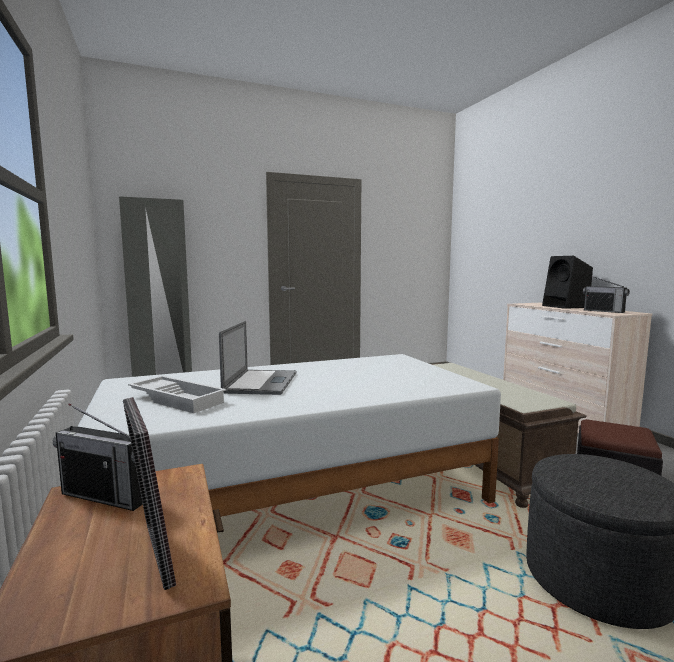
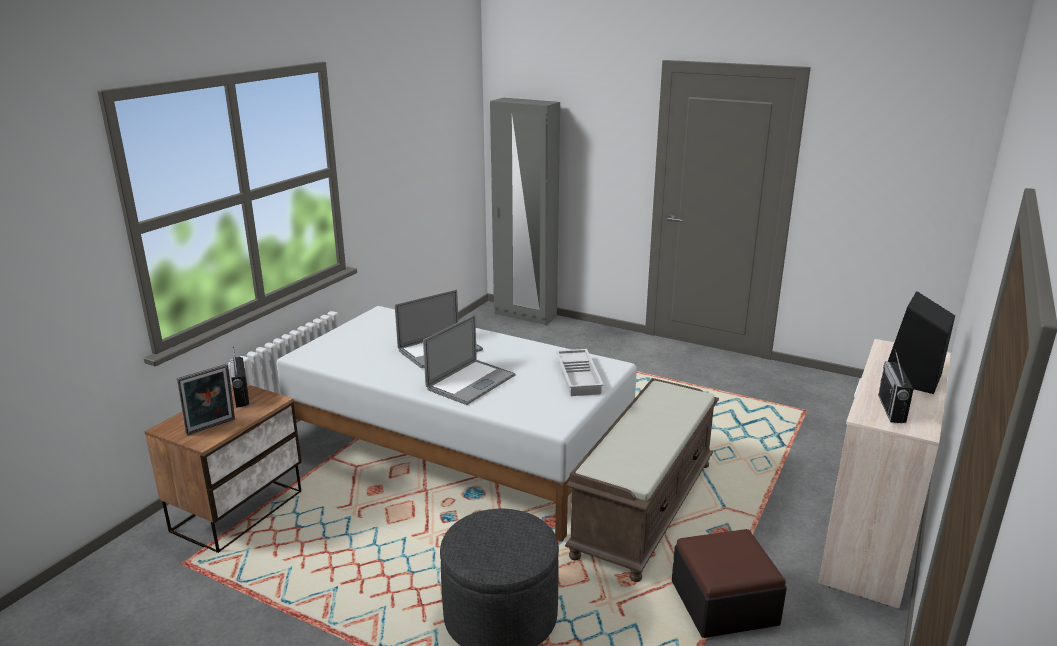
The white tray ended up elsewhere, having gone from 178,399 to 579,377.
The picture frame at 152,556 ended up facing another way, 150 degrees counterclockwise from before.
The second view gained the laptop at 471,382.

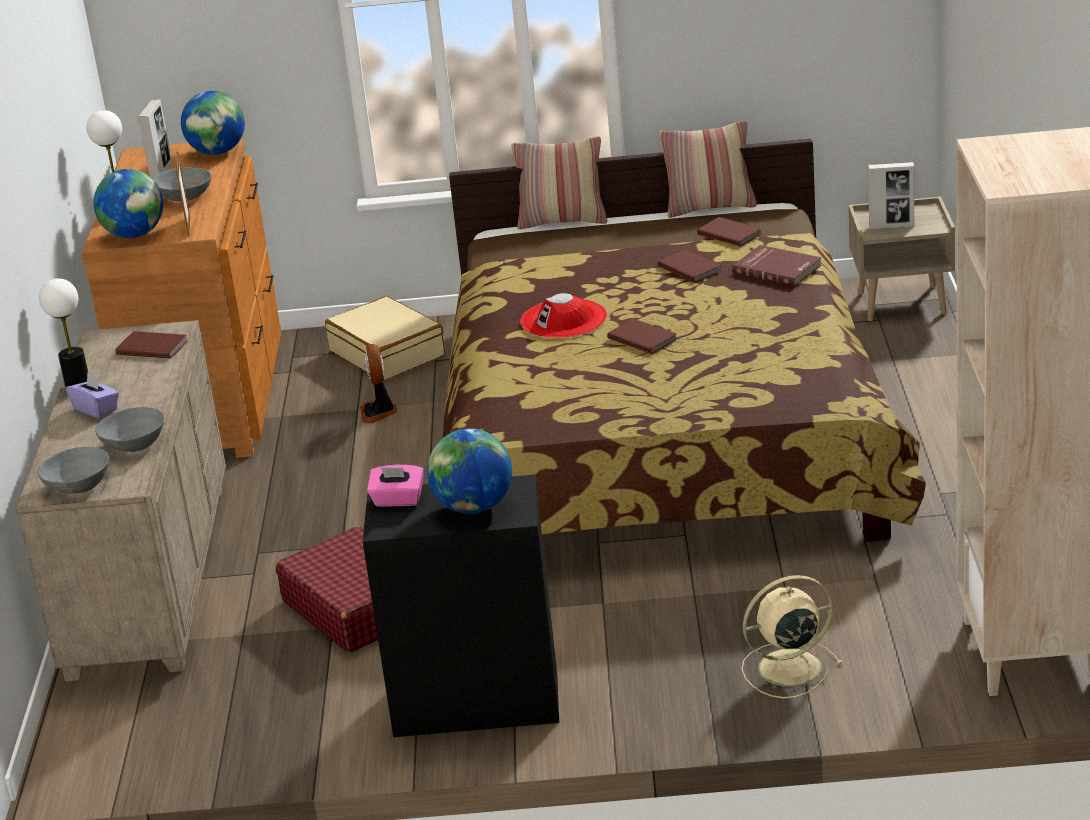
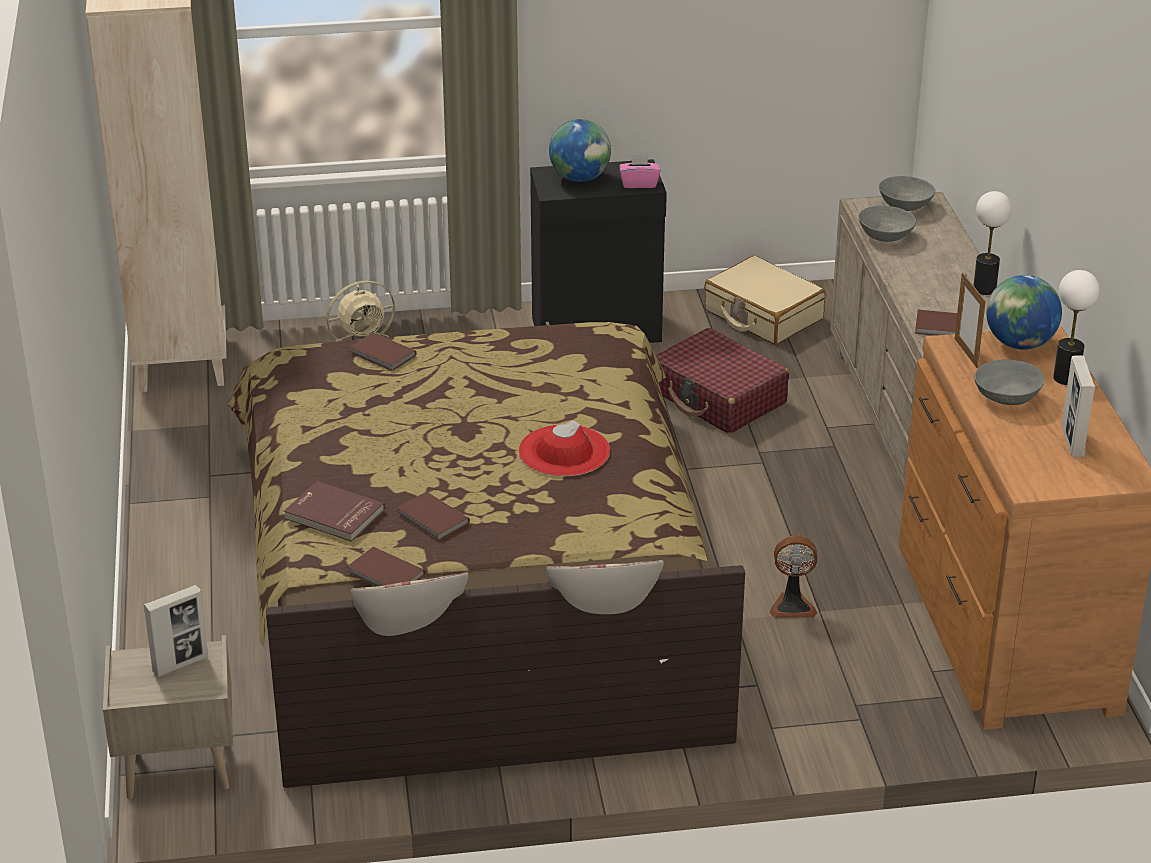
The second view lost the globe at 218,152.
The picture frame at 891,226 ended up facing another way, 150 degrees clockwise from before.
The beige suitcase ended up elsewhere, having gone from 388,353 to 763,315.
The brown book ended up elsewhere, having gone from 642,338 to 382,355.
The fan at 379,412 ended up facing another way, 105 degrees clockwise from before.
The second view lost the purple tissue box at 96,409.

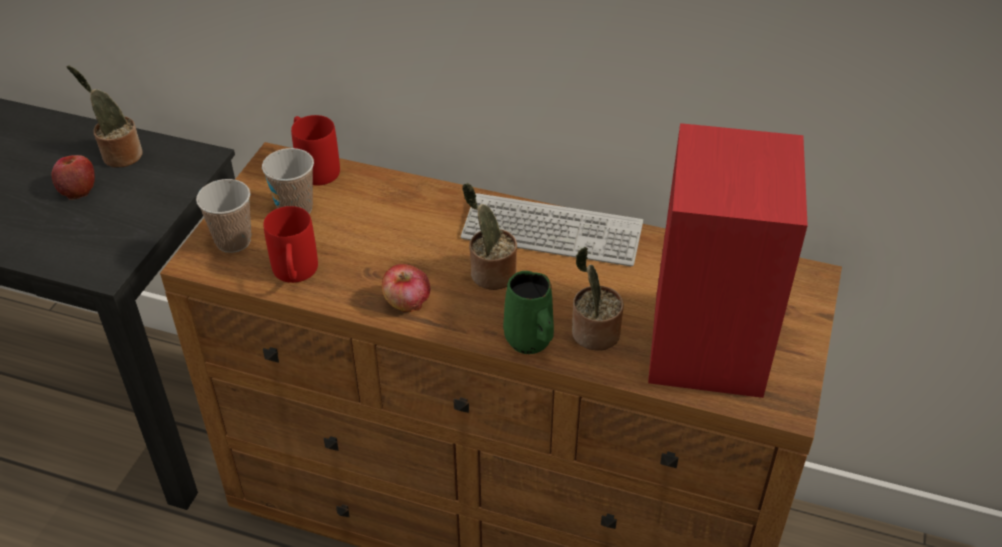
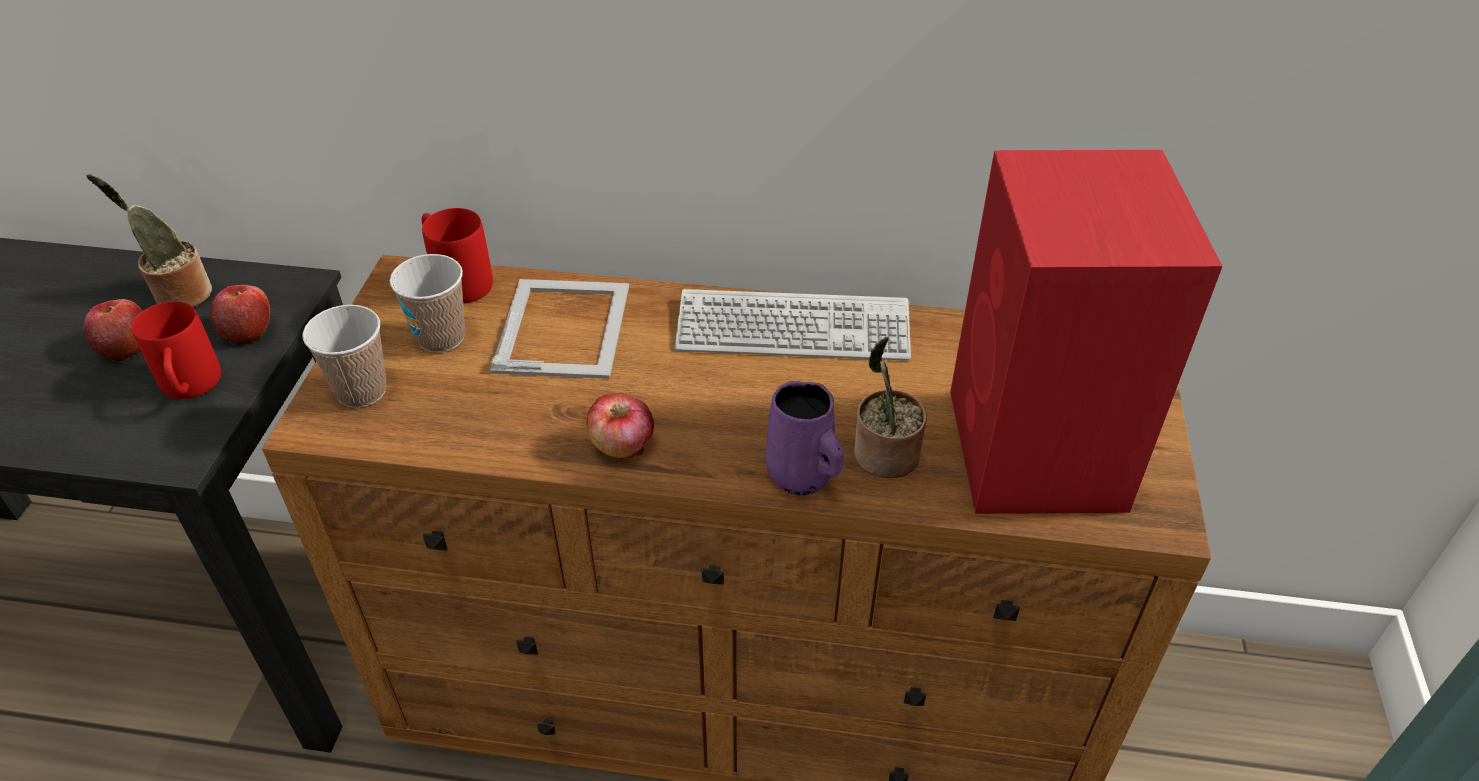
The second view lost the potted plant at 490,275.
The red mug ended up elsewhere, having gone from 295,275 to 191,389.
What was the green mug at 530,341 turned into the purple mug at 802,477.
The second view gained the picture frame at 564,326.
The second view gained the apple at 248,330.

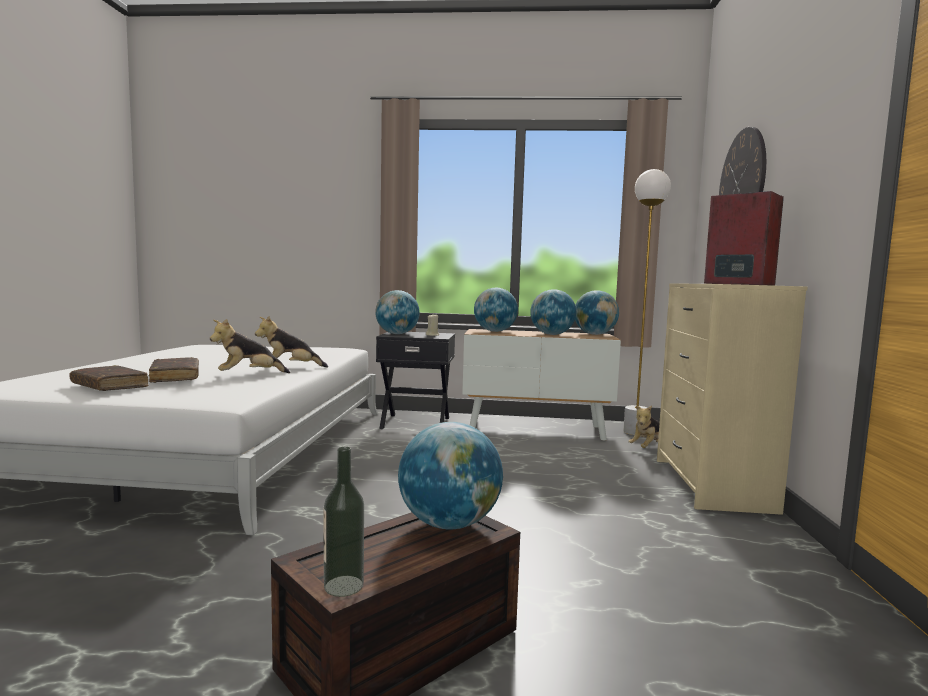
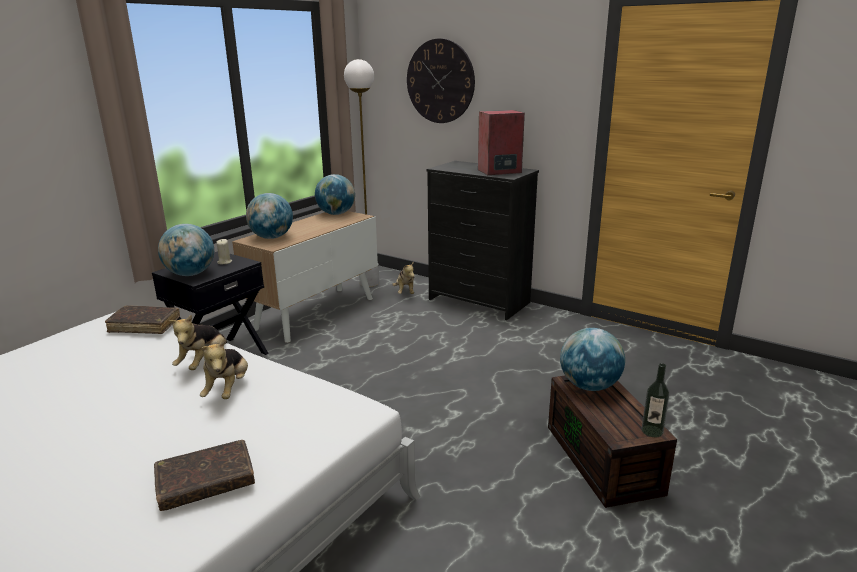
What was the beige dresser at 710,484 turned into the black dresser at 478,301.
The second view lost the globe at 552,334.
The brown book ended up elsewhere, having gone from 175,377 to 144,325.

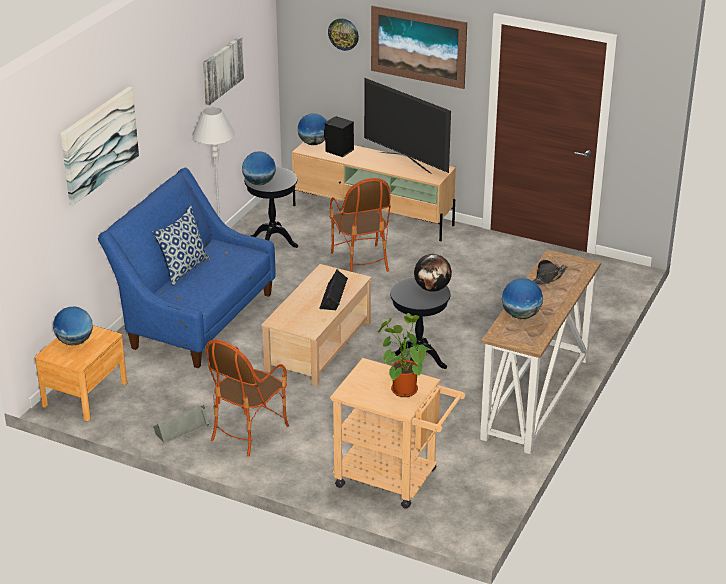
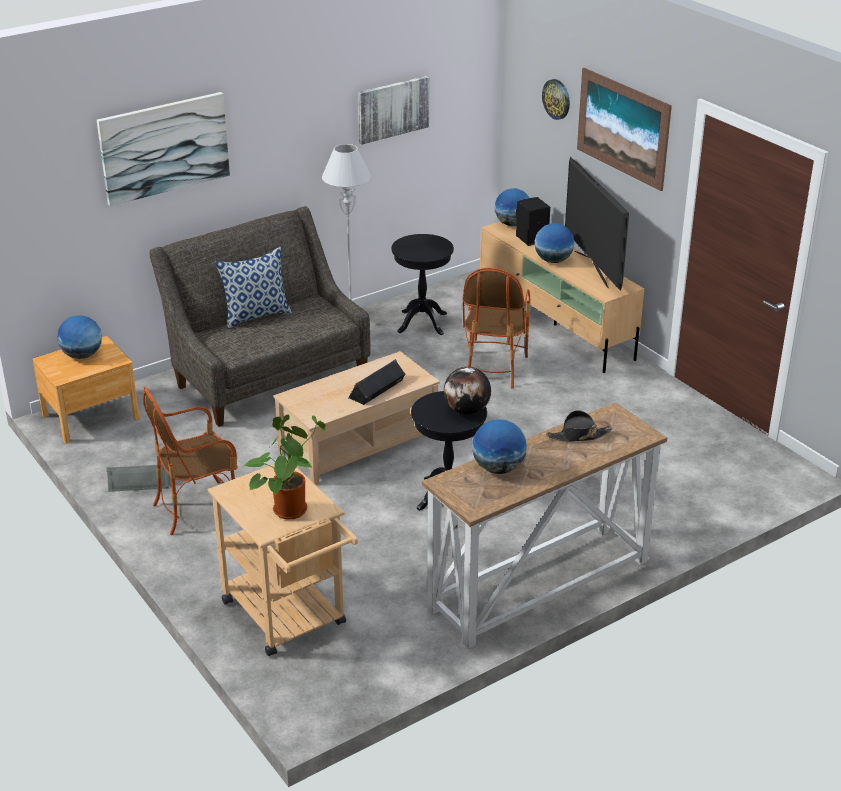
The globe ended up elsewhere, having gone from 259,183 to 553,260.
What was the blue sofa at 195,318 turned into the grey sofa at 267,376.

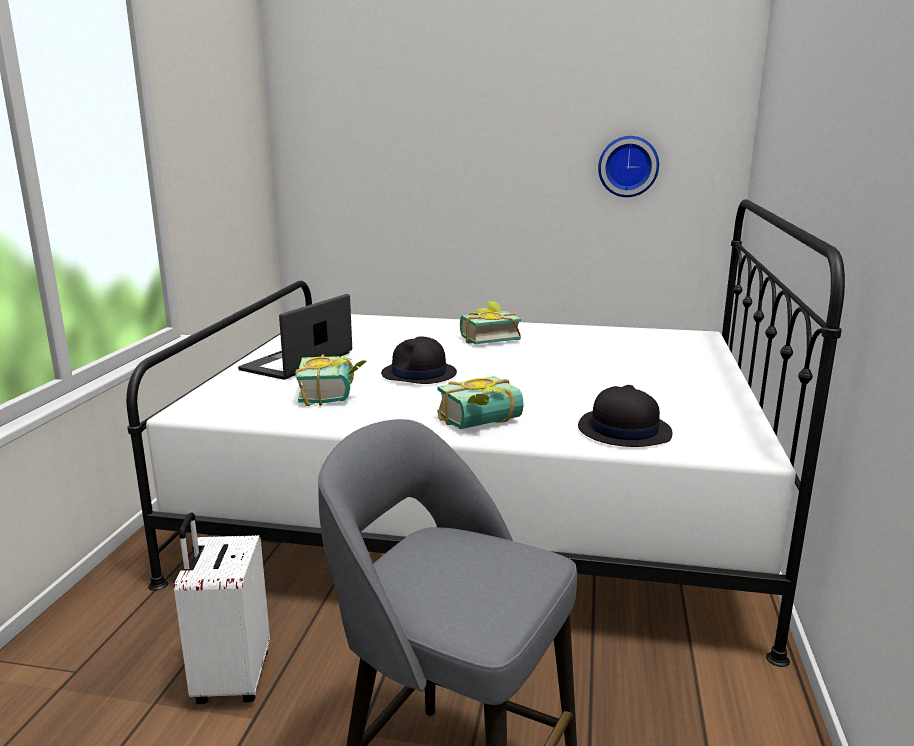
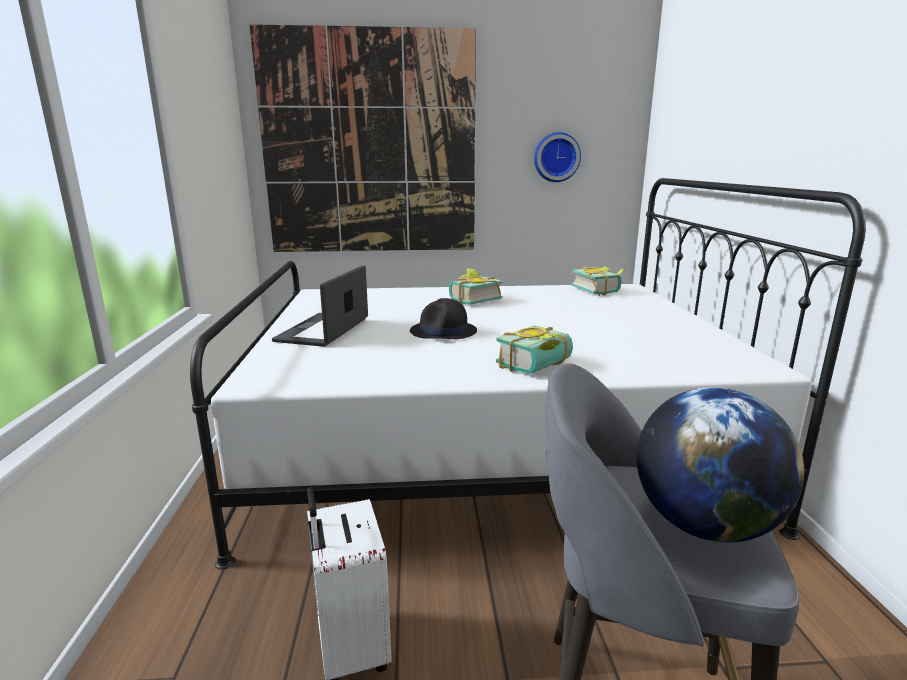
The book ended up elsewhere, having gone from 334,395 to 599,290.
The second view lost the black hat at 623,430.
The second view gained the picture at 370,145.
The second view gained the globe at 704,525.

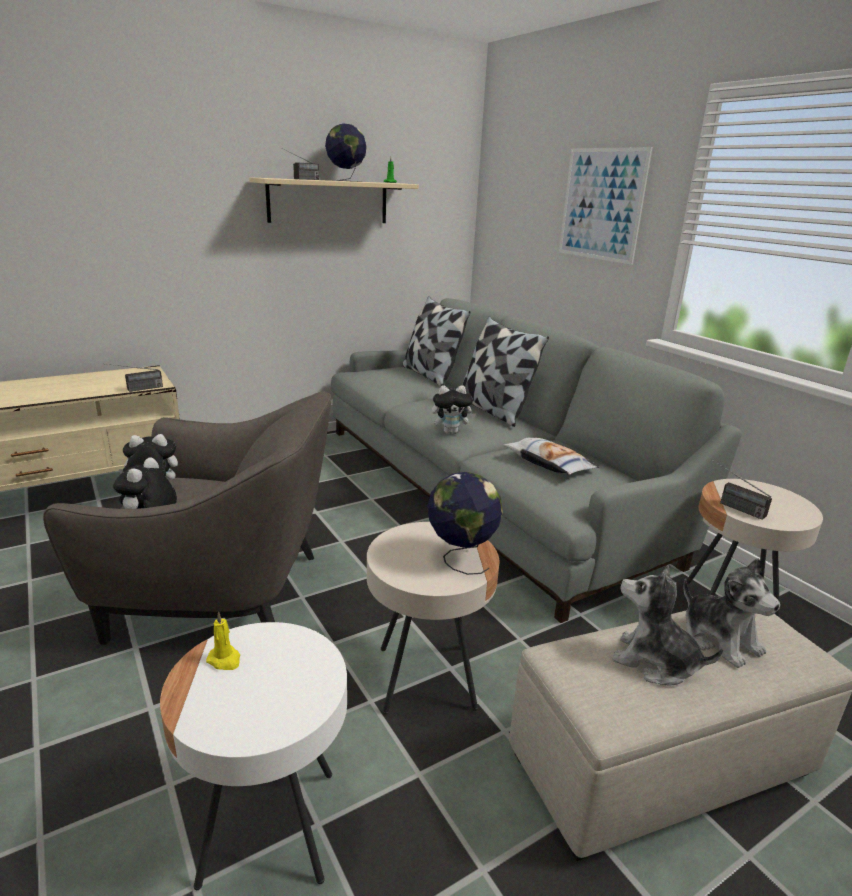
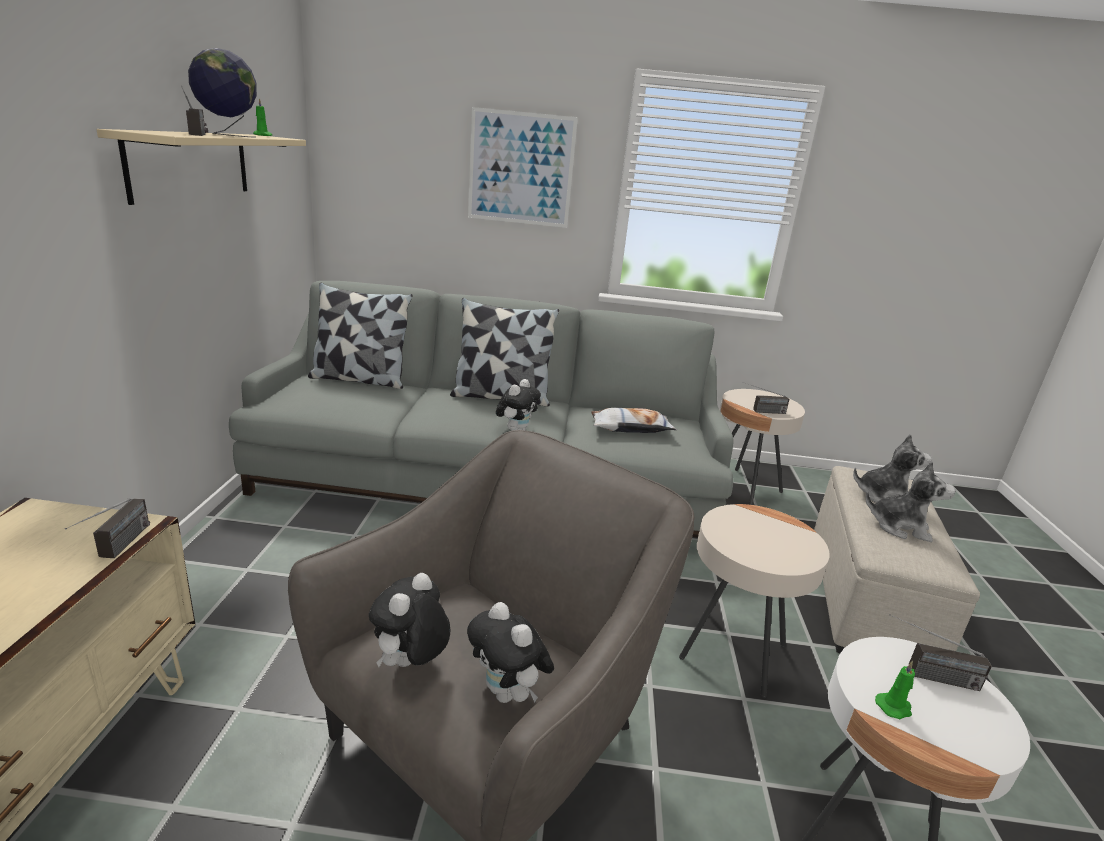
The second view lost the globe at 460,558.
The plush toy at 654,662 ended up facing another way, 135 degrees counterclockwise from before.
What was the yellow candle at 225,660 turned into the green candle at 894,707.
The second view gained the radio at 925,675.

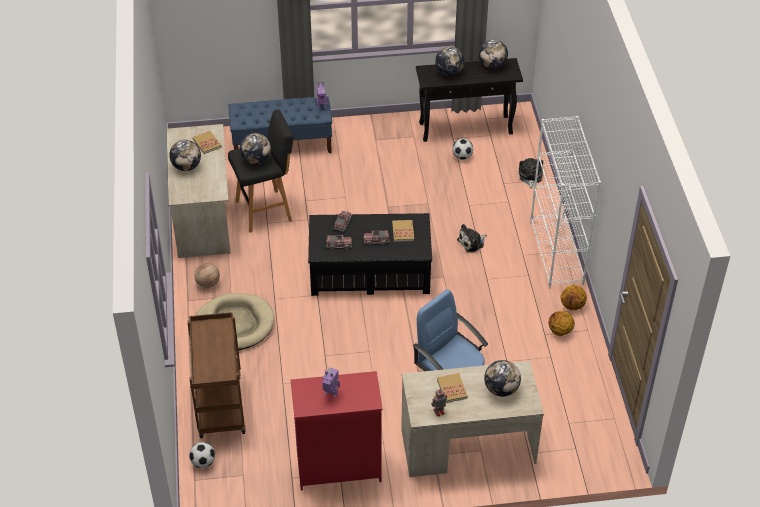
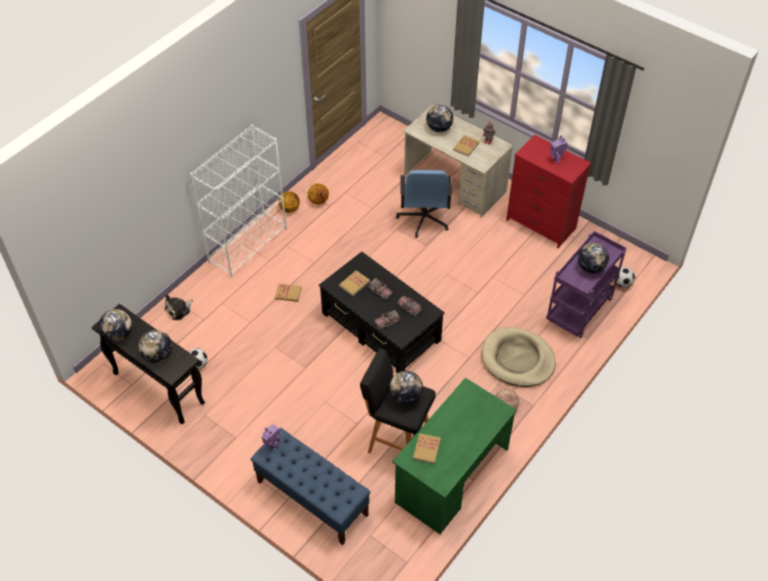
What was the beige desk at 202,216 turned into the green desk at 452,476.
The globe ended up elsewhere, having gone from 186,167 to 590,268.
Where the plush toy stood at 472,242, the book came to stand at 288,293.
What was the brown cart at 219,404 turned into the purple cart at 579,311.

